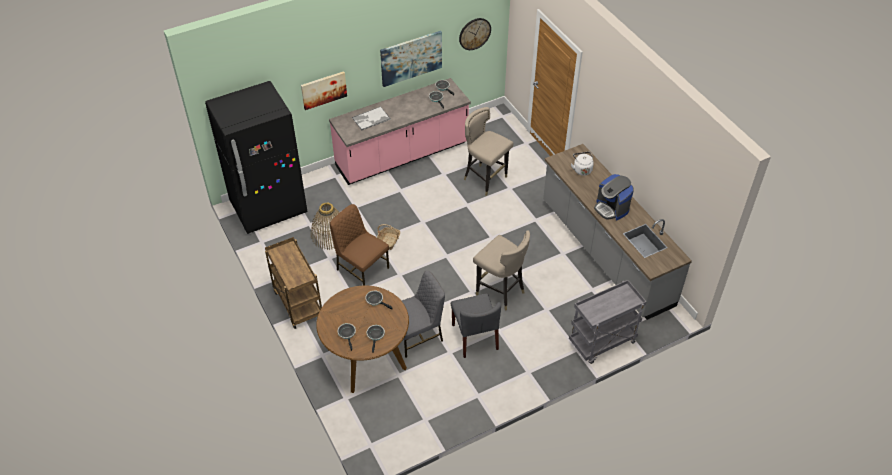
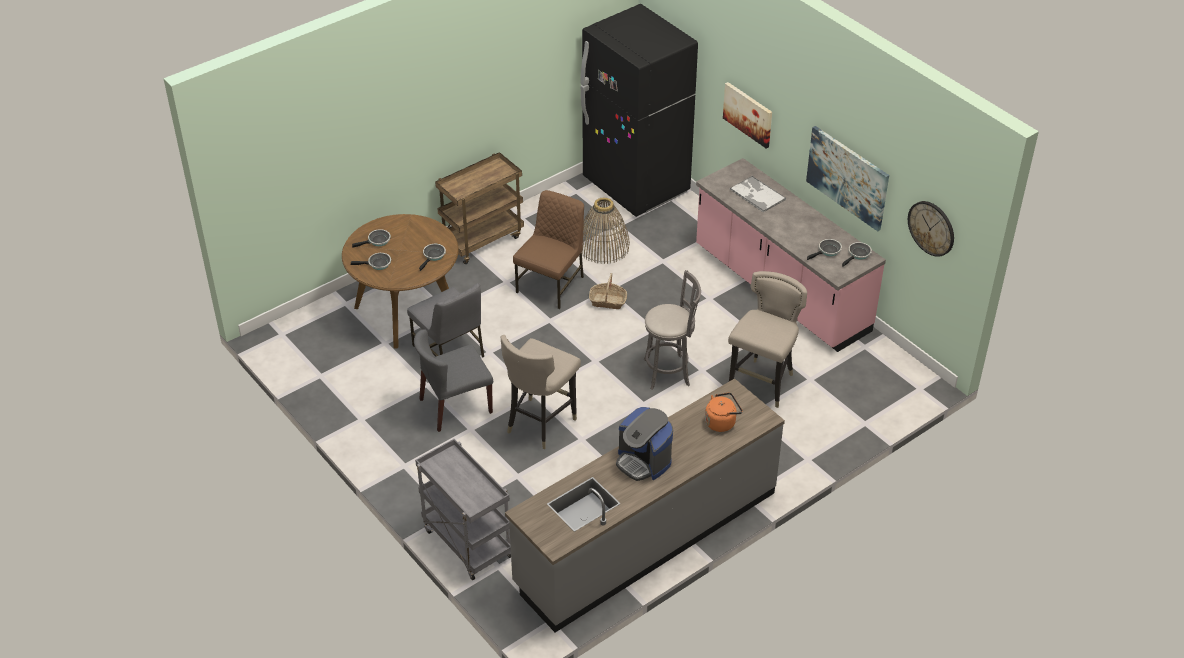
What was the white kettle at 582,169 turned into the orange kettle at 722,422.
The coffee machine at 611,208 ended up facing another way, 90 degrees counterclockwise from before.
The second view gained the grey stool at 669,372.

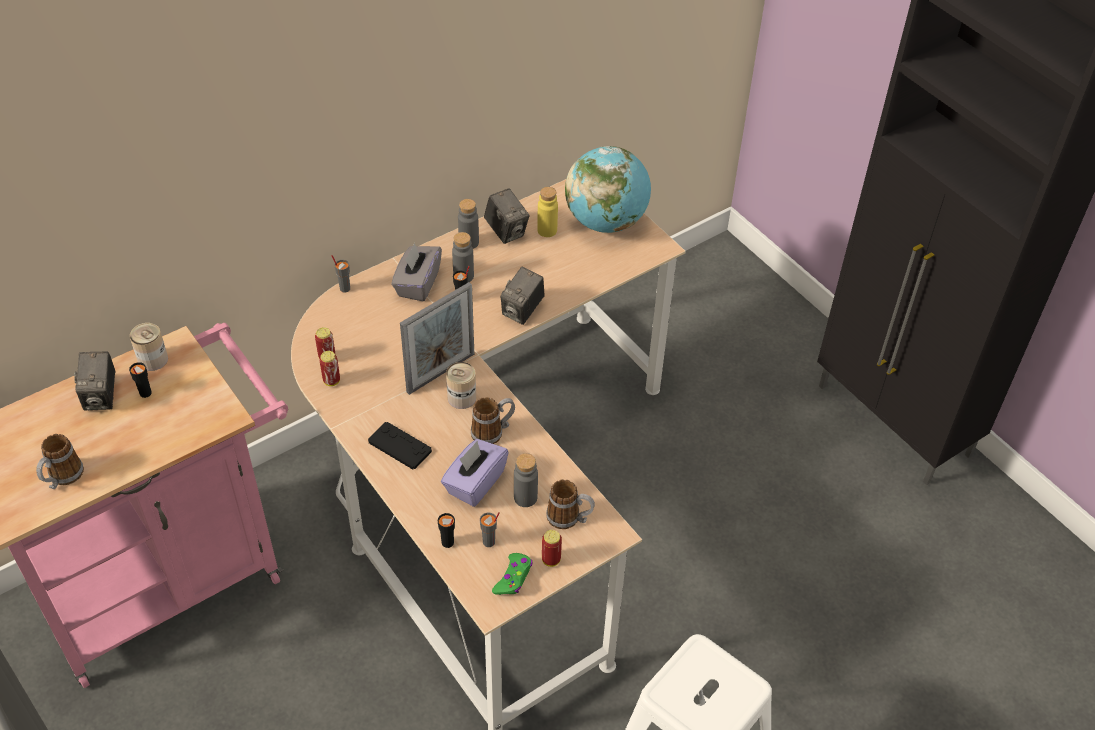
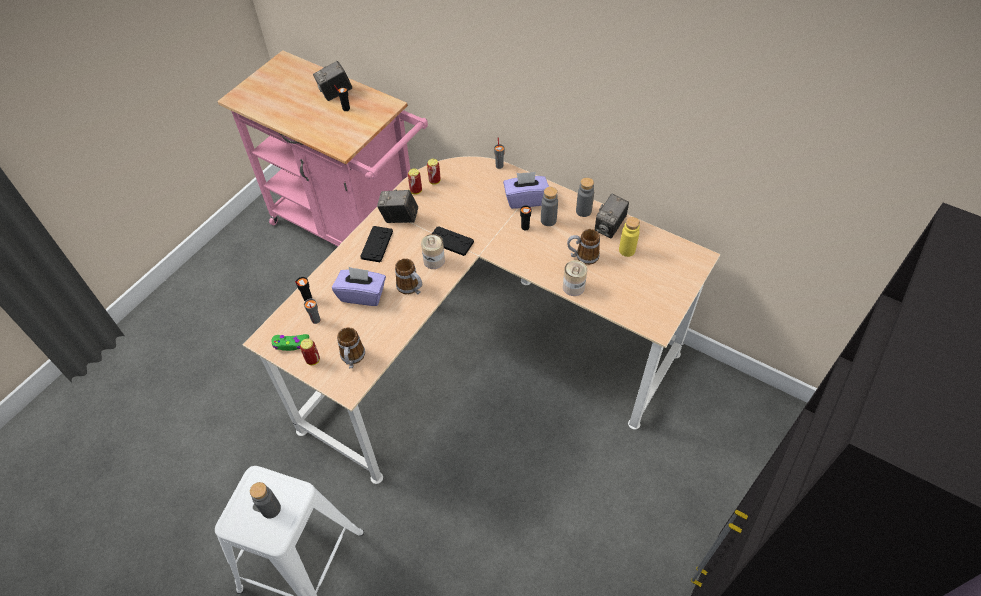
The second view lost the globe at 606,222.
What was the grey tissue box at 417,284 turned into the purple tissue box at 525,199.
The photo camera ended up elsewhere, having gone from 522,311 to 399,218.
Where the picture frame stood at 441,373, the black game controller came to stand at 450,241.
The can ended up elsewhere, having gone from 153,360 to 573,287.
The mug ended up elsewhere, having gone from 62,478 to 582,256.
The grey bottle ended up elsewhere, having gone from 525,497 to 271,509.

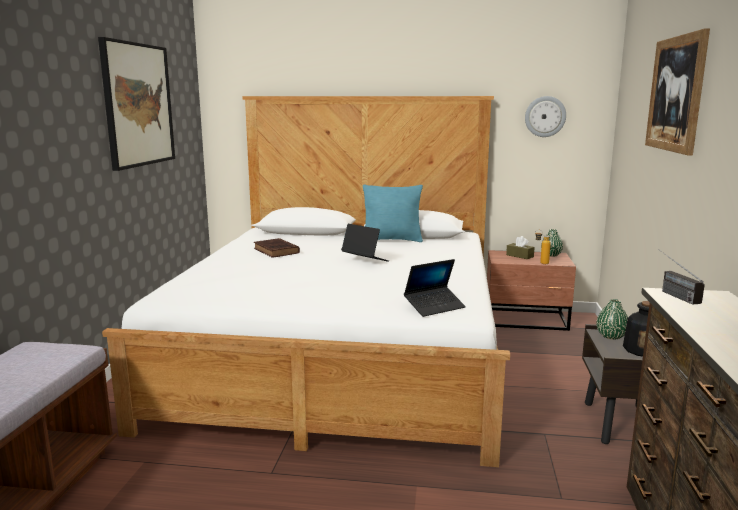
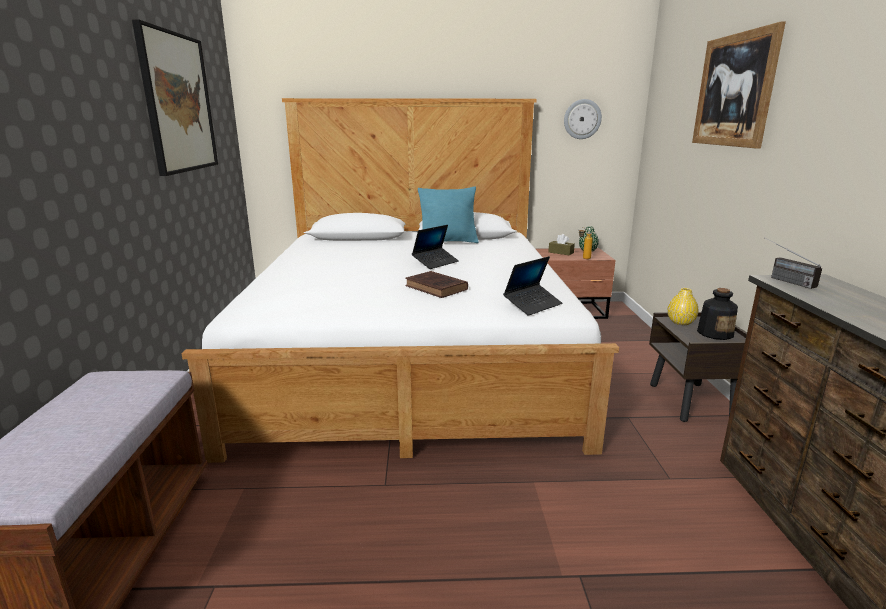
The laptop at 365,260 ended up facing another way, 105 degrees clockwise from before.
The brown book ended up elsewhere, having gone from 277,251 to 437,288.
What was the green vase at 611,336 turned into the yellow vase at 680,322.

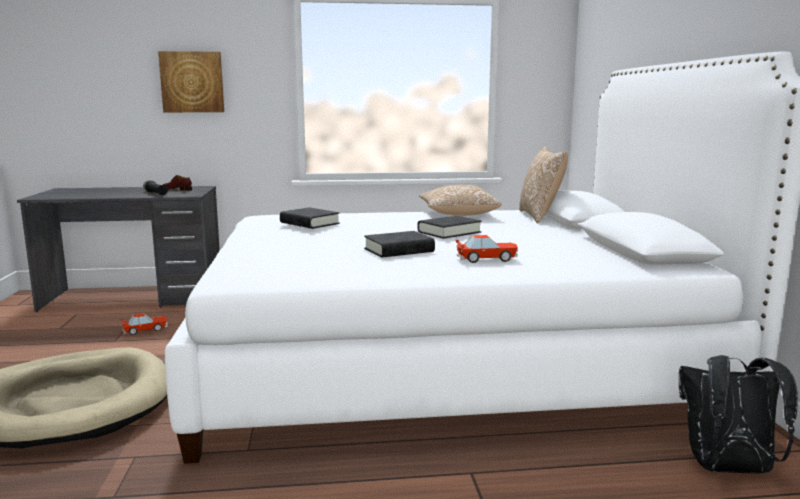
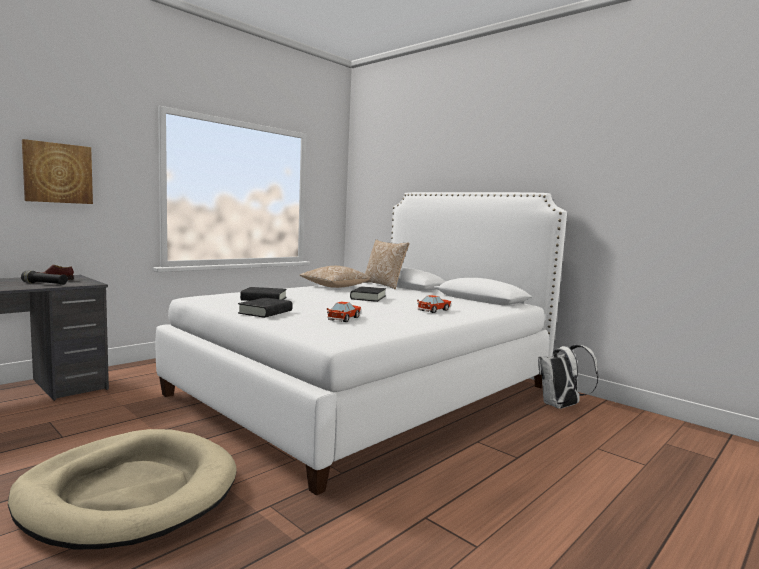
The black book ended up elsewhere, having gone from 399,250 to 265,312.
The toy car ended up elsewhere, having gone from 145,330 to 344,318.
What was the black backpack at 727,469 turned into the white backpack at 561,406.

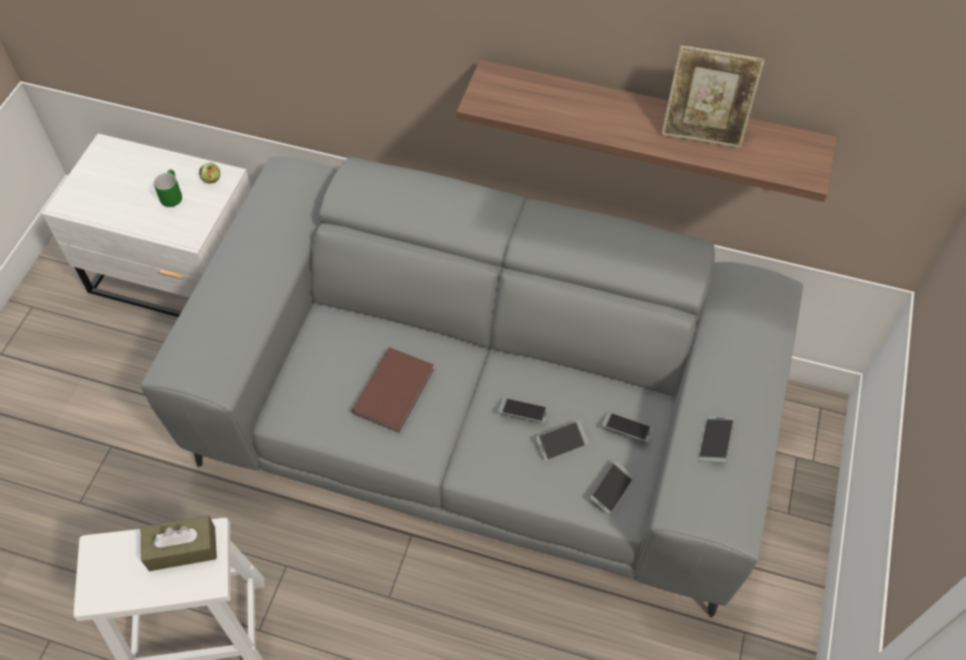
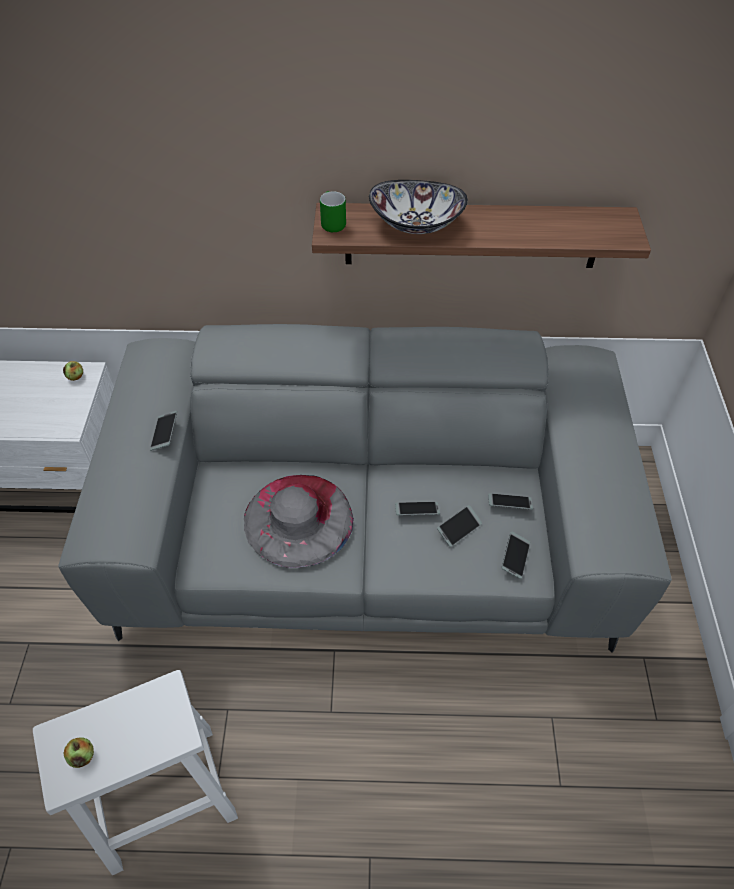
The second view lost the picture frame at 702,131.
The green mug ended up elsewhere, having gone from 171,195 to 330,223.
Where the brown book stood at 396,391, the grey hat came to stand at 298,519.
The phone ended up elsewhere, having gone from 715,442 to 165,433.
The second view lost the brown tissue box at 182,548.
The second view gained the bowl at 416,224.
The second view gained the apple at 82,756.

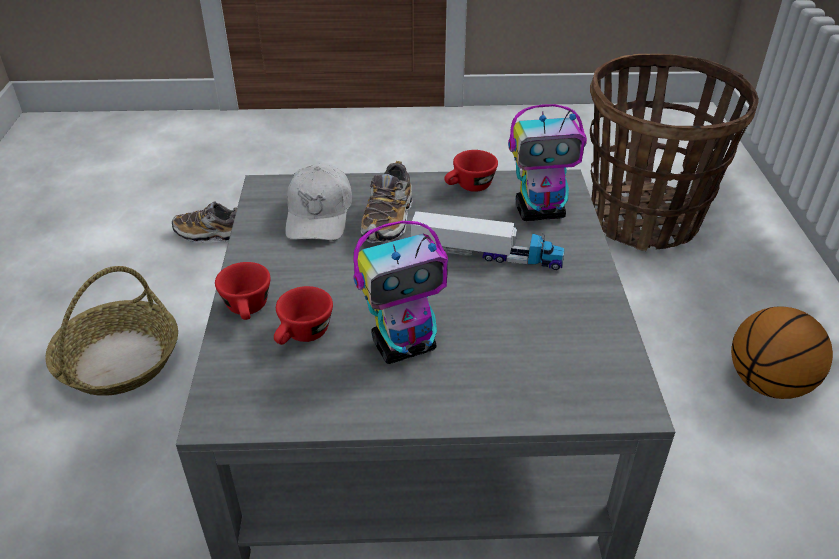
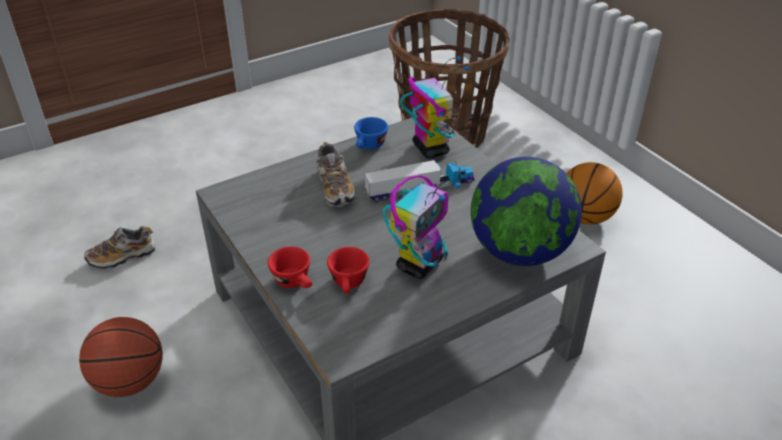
The toy robot at 540,212 ended up facing another way, 75 degrees counterclockwise from before.
What was the red cup at 469,187 turned into the blue cup at 369,146.
The second view lost the white cap at 319,215.
Where the basket stood at 119,360, the basketball came to stand at 130,381.
The second view gained the globe at 519,251.

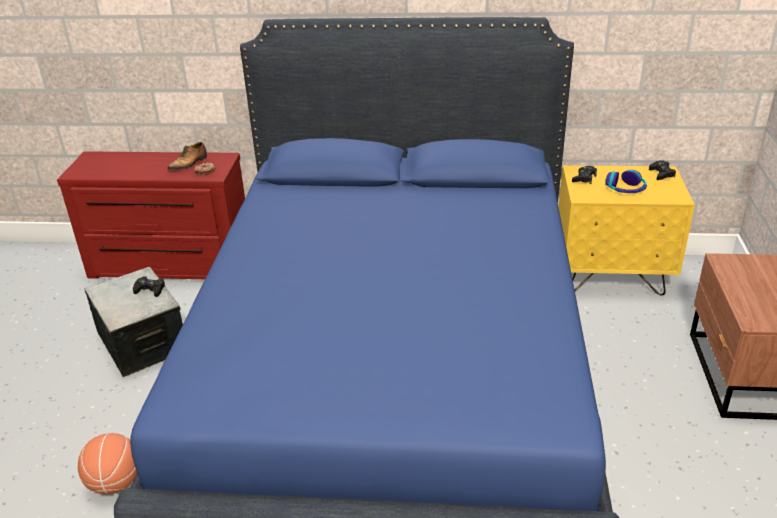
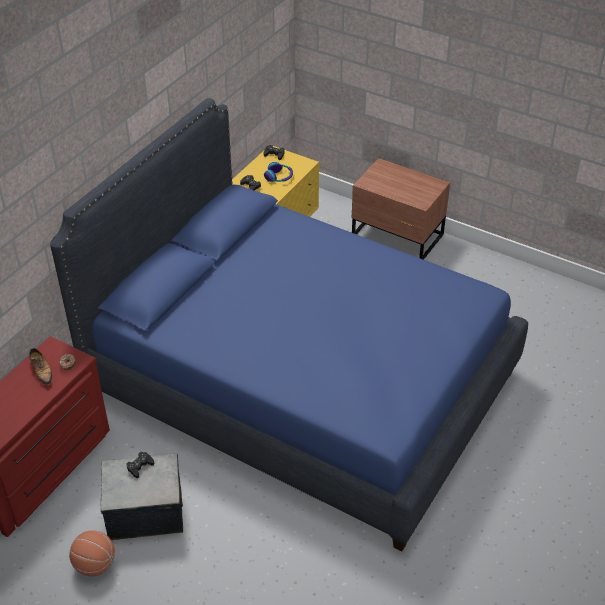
The basketball ended up elsewhere, having gone from 115,482 to 94,565.

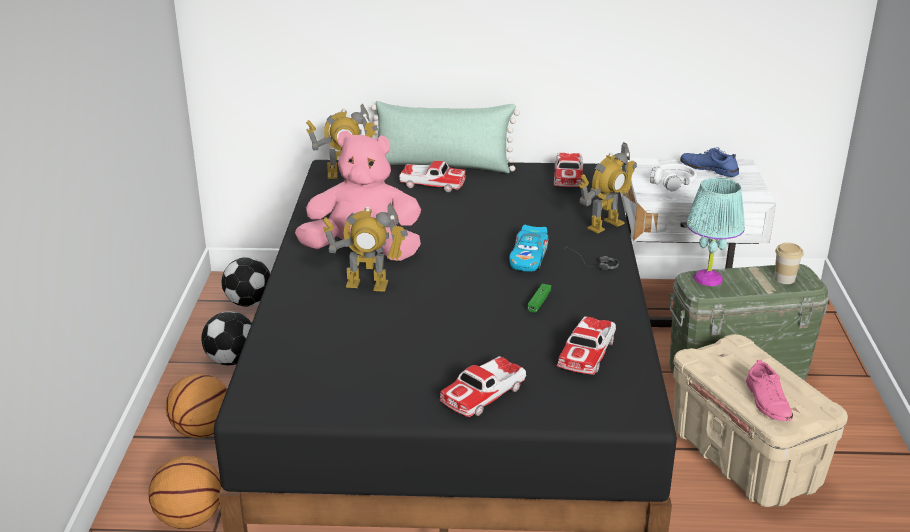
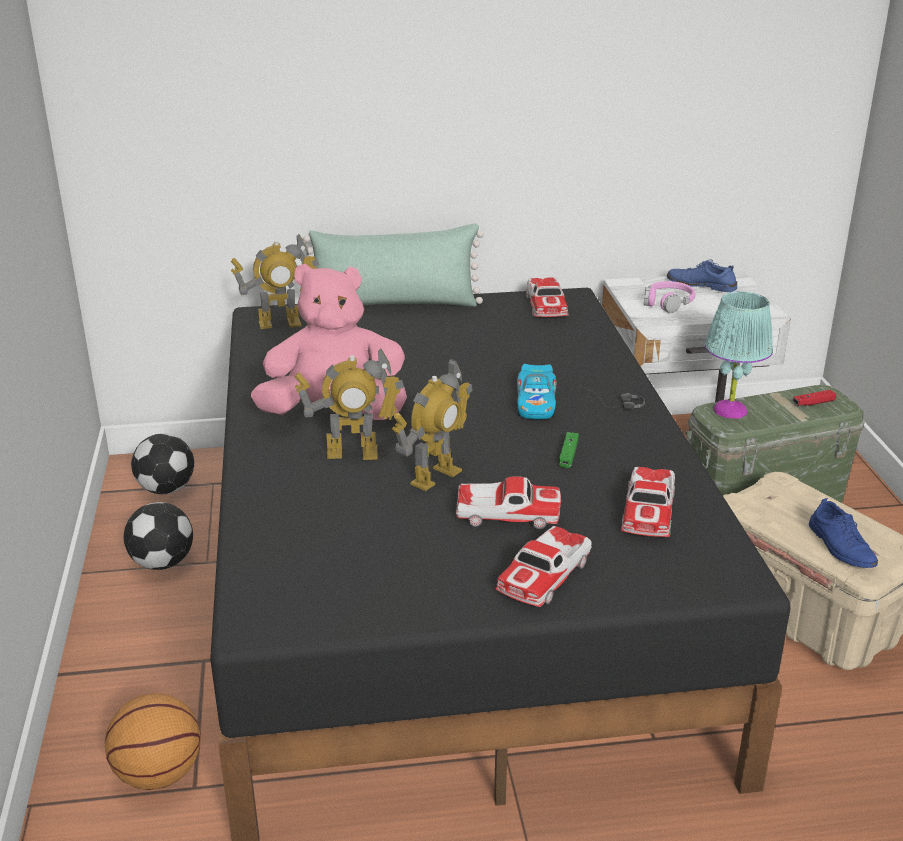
The toy robot ended up elsewhere, having gone from 605,225 to 435,476.
The toy car ended up elsewhere, having gone from 432,184 to 507,514.
What was the white headphones at 673,182 turned into the pink headphones at 668,303.
Where the cup stood at 784,279, the red game controller came to stand at 813,403.
What was the pink shoe at 767,401 turned into the blue shoe at 840,546.
The second view lost the basketball at 202,431.

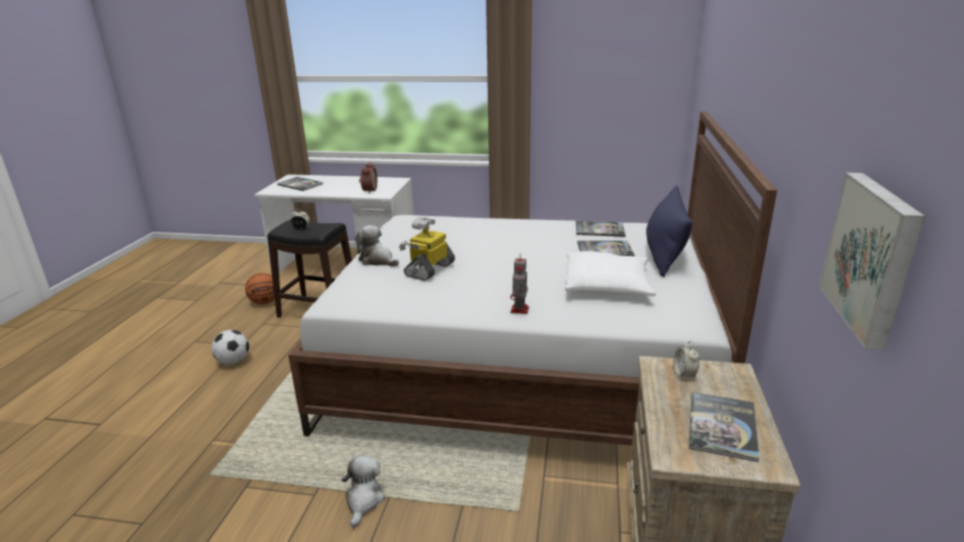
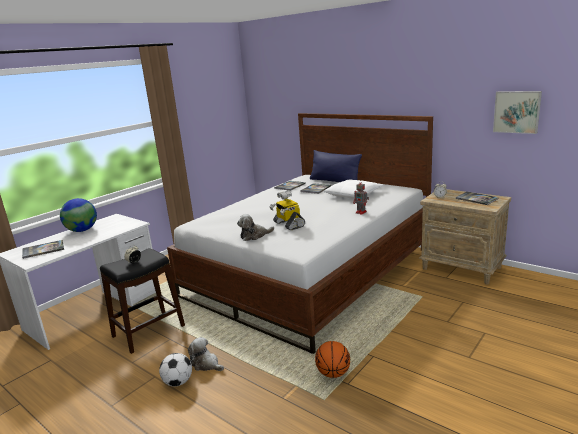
The second view lost the alarm clock at 368,190.
The basketball ended up elsewhere, having gone from 265,302 to 333,373.
The plush toy ended up elsewhere, having gone from 363,500 to 206,364.
The second view gained the globe at 82,230.

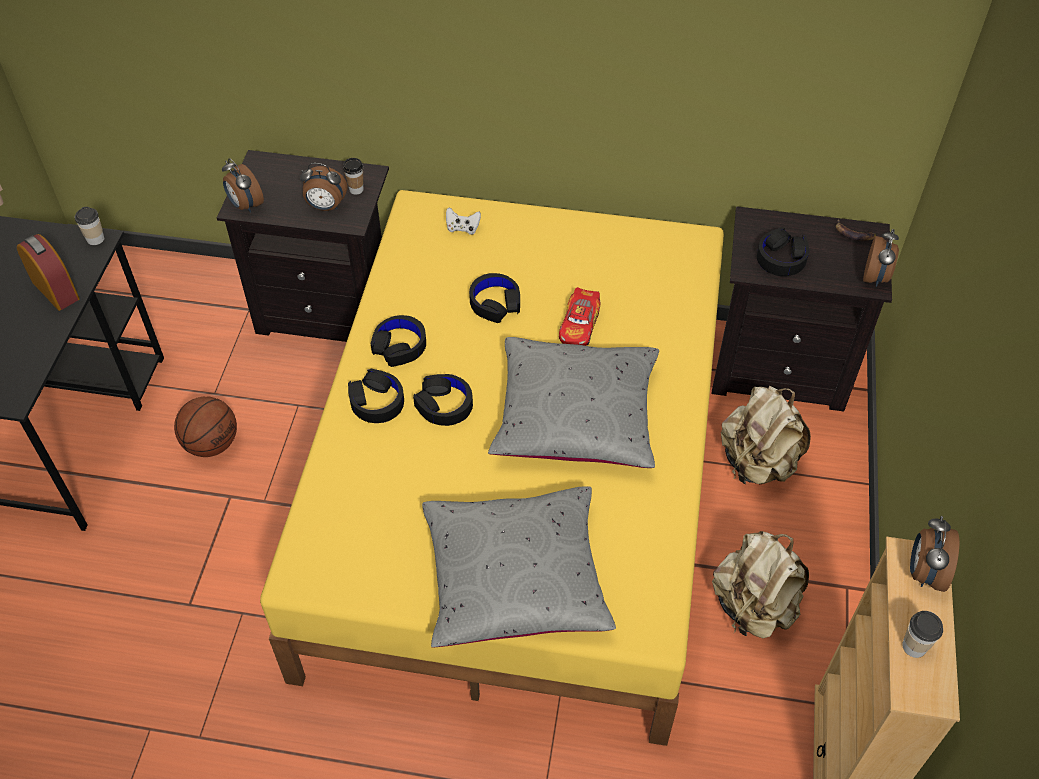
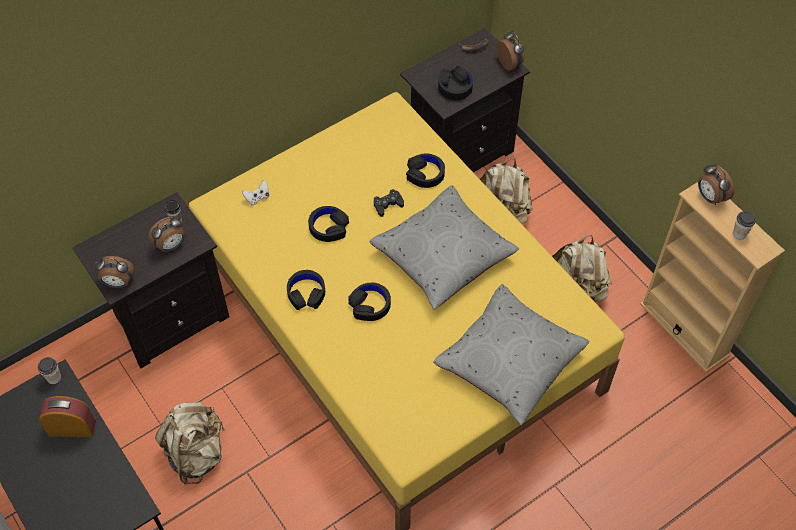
Where the toy car stood at 579,325, the black game controller came to stand at 388,205.
The black headphones ended up elsewhere, having gone from 376,401 to 425,174.
Where the basketball stood at 212,443, the beige backpack came to stand at 196,453.

